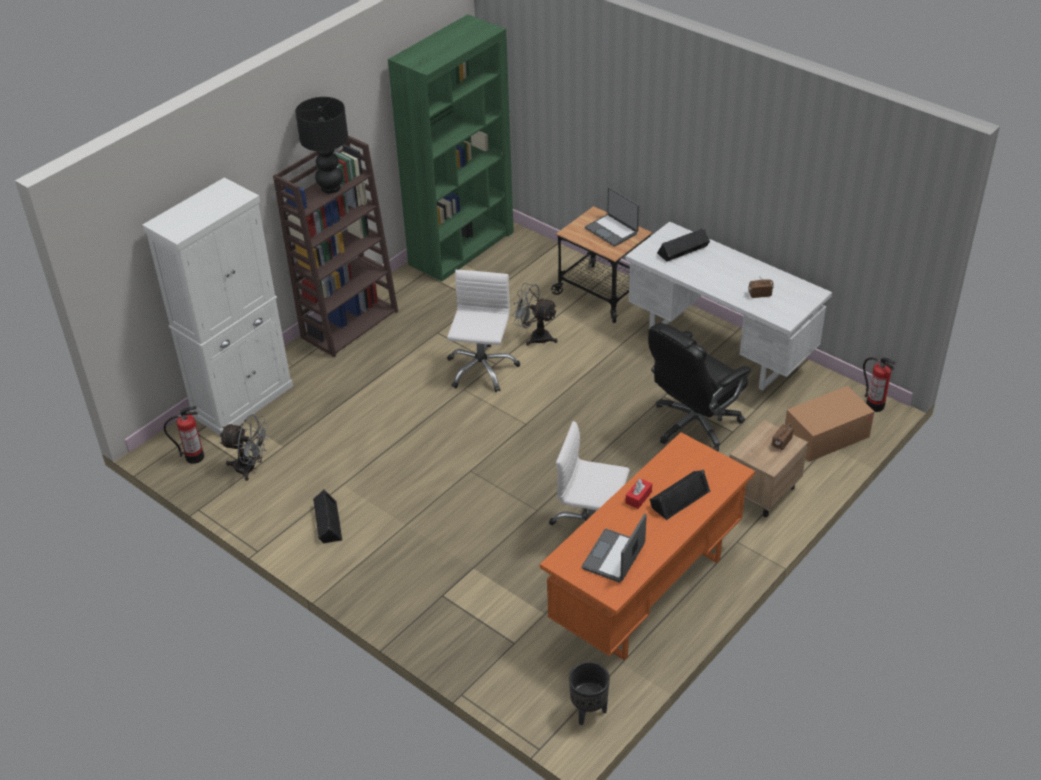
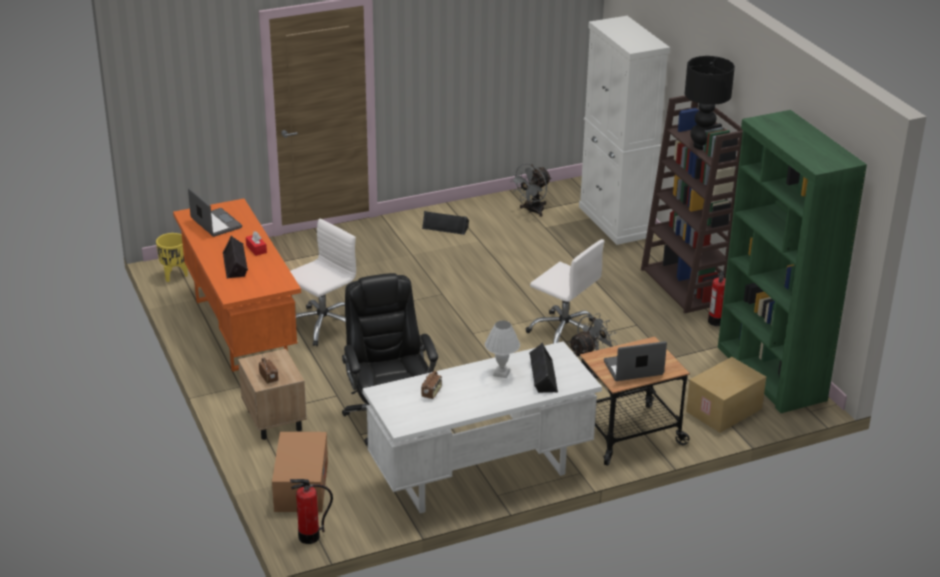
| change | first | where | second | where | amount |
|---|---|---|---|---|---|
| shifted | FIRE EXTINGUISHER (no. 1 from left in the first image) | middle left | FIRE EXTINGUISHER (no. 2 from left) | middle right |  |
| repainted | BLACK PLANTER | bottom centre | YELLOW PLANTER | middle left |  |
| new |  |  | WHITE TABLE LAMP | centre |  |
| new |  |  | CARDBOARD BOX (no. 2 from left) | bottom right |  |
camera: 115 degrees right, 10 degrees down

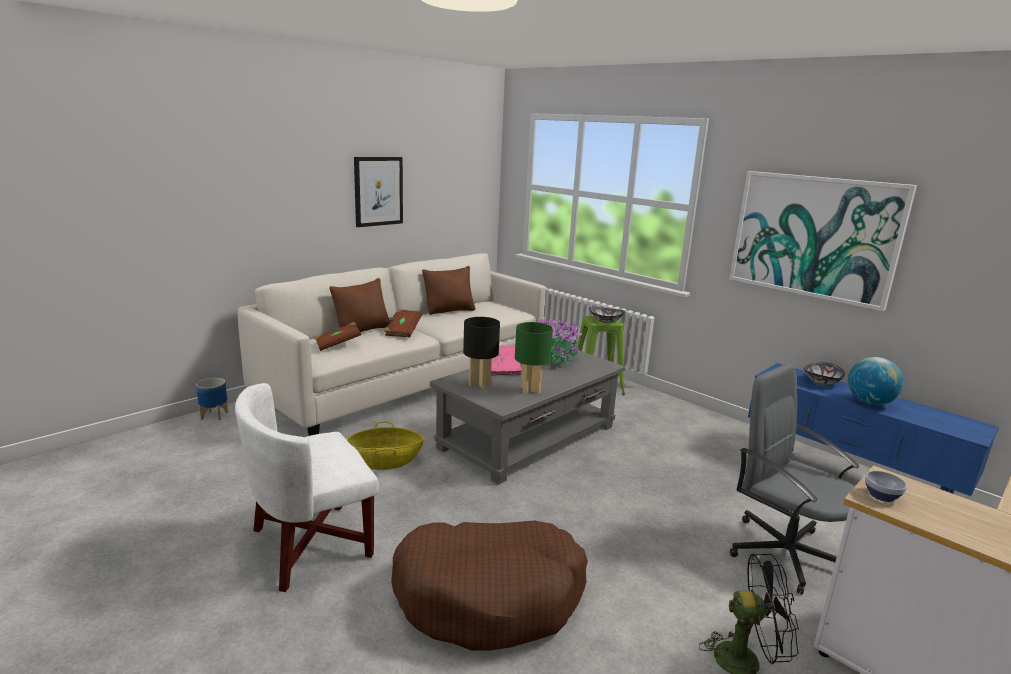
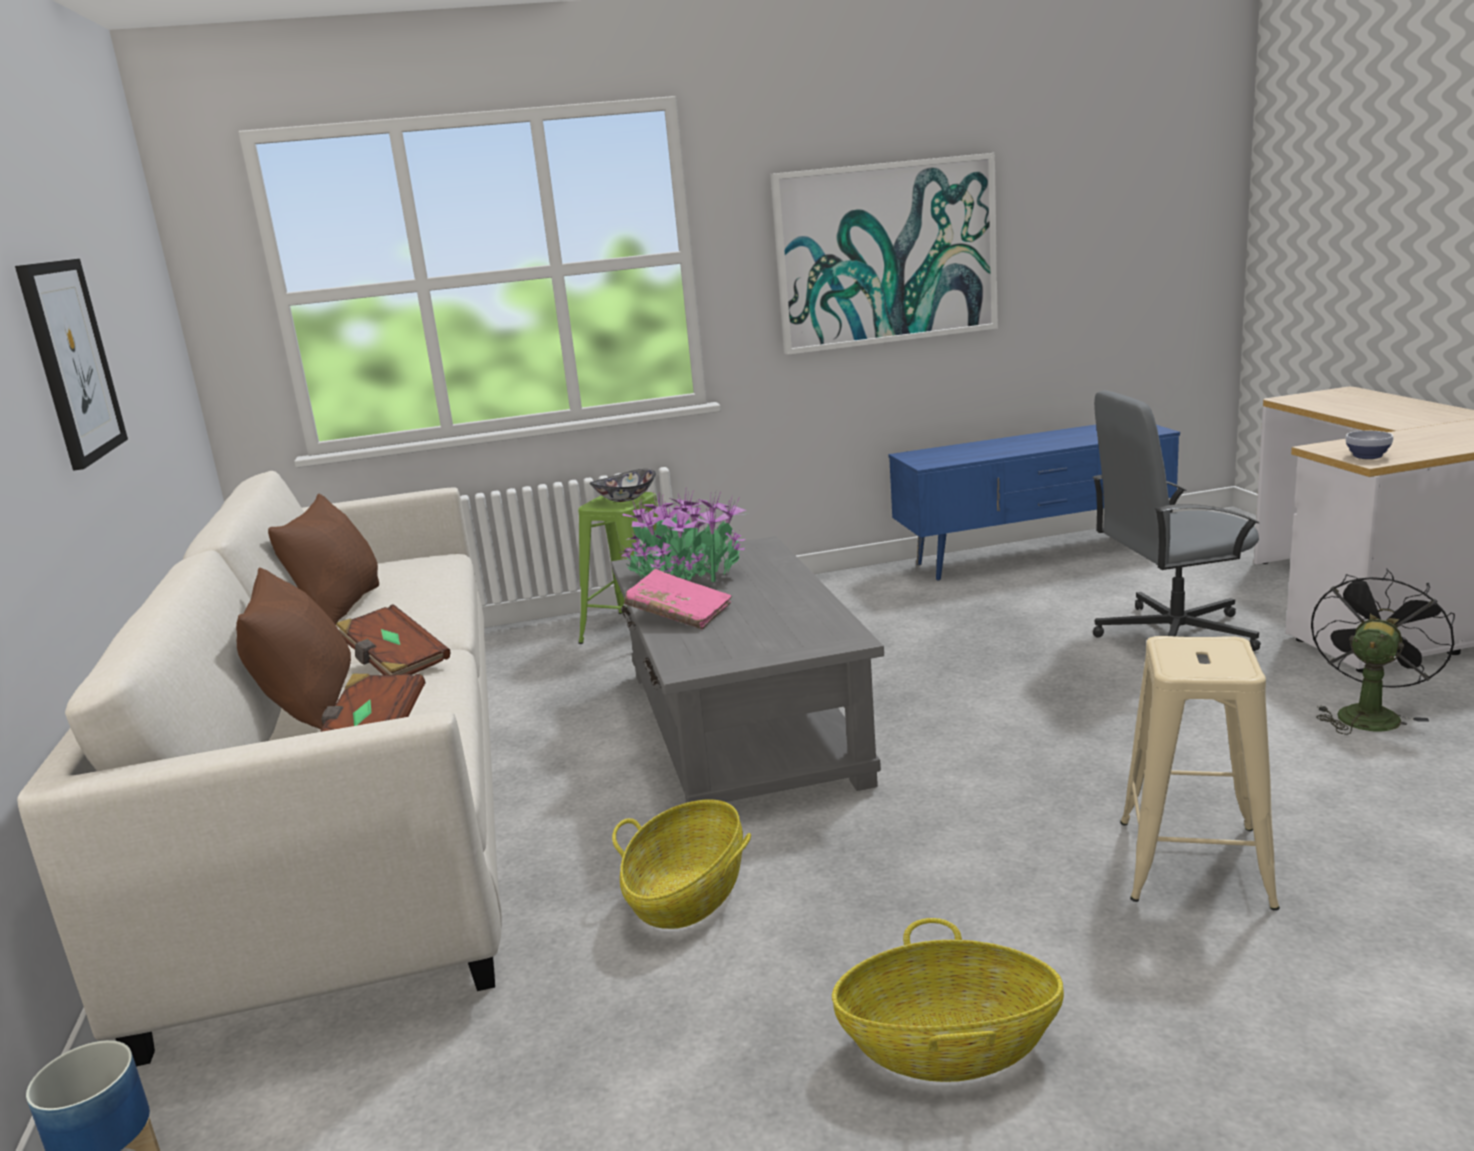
| change | first | where | second | where | amount |
|---|---|---|---|---|---|
| gone | BLACK TABLE LAMP | centre |  |  |  |
| gone | GREEN TABLE LAMP | centre |  |  |  |
| gone | GLOBE | middle right |  |  |  |
| gone | BOWL (no. 2 from left) | middle right |  |  |  |
| swapped | WHITE ARMCHAIR | bottom left | BASKET (no. 2 from left) | bottom centre |  |
| swapped | BROWN DOG BED | bottom centre | BEIGE STOOL | bottom right |  |
camera: 55 degrees left, 0 degrees up

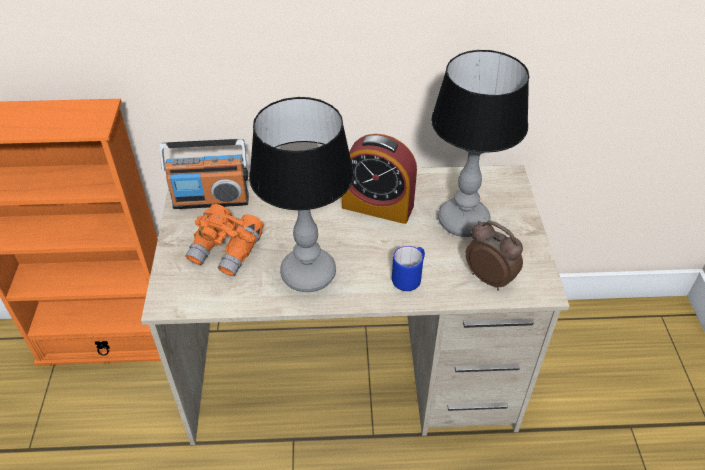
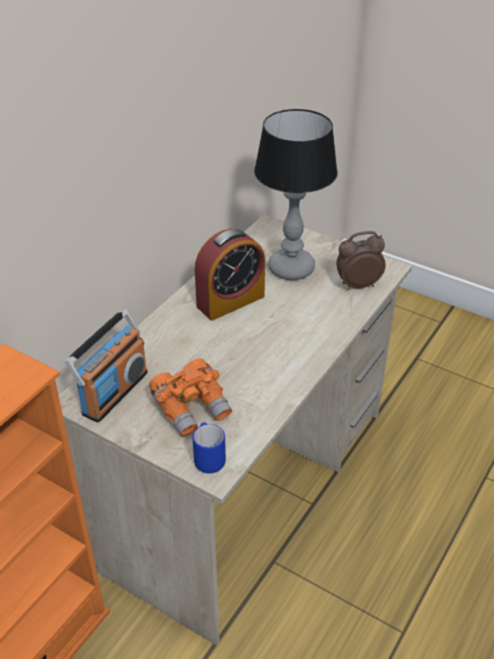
| change | first | where | second | where | amount |
|---|---|---|---|---|---|
| gone | TABLE LAMP (no. 1 from left) | centre |  |  |  |
| shifted | BLUE MUG | centre |  | bottom centre |  |
camera: 55 degrees left, 5 degrees down

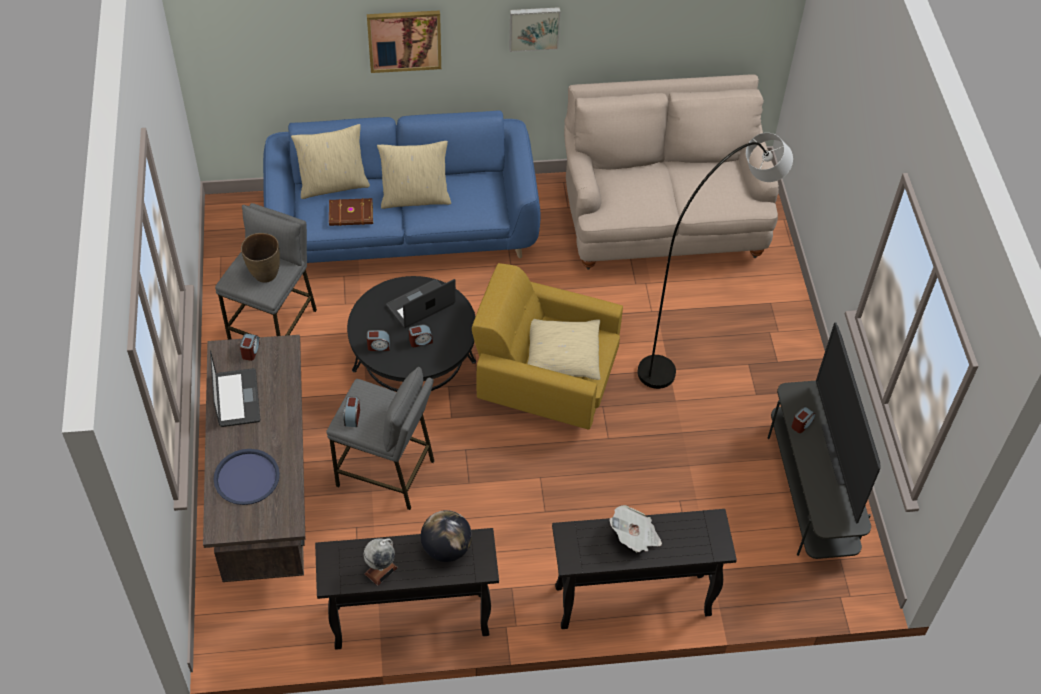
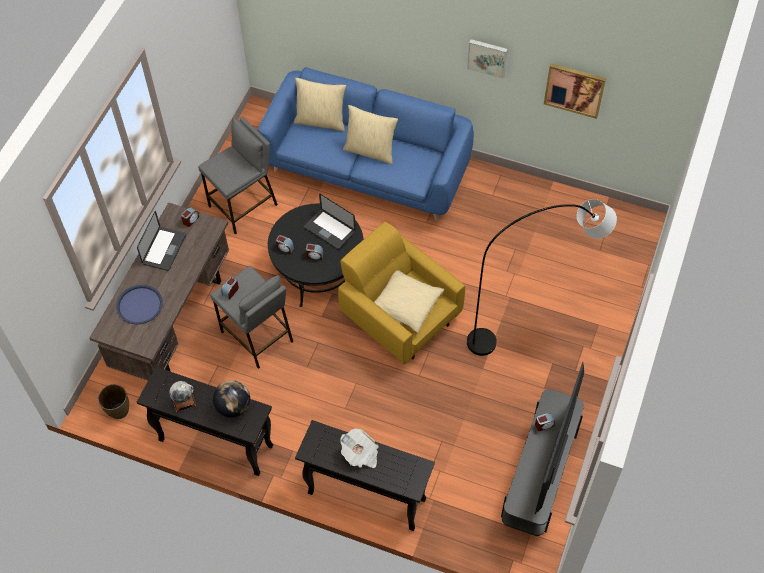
| change | first | where | second | where | amount |
|---|---|---|---|---|---|
| shifted | PICTURE (no. 1 from left in the first image) | top centre | PICTURE (no. 2 from left) | top right |  |
| gone | BEIGE SOFA | top centre |  |  |  |
| gone | BROWN BOOK | top centre |  |  |  |
| shifted | BROWN VASE | middle left |  | bottom left |  |
| rotated | LAPTOP (no. 2 from left) | centre |  | centre | 135 degrees counterclockwise |
camera: 30 degrees right, 5 degrees up

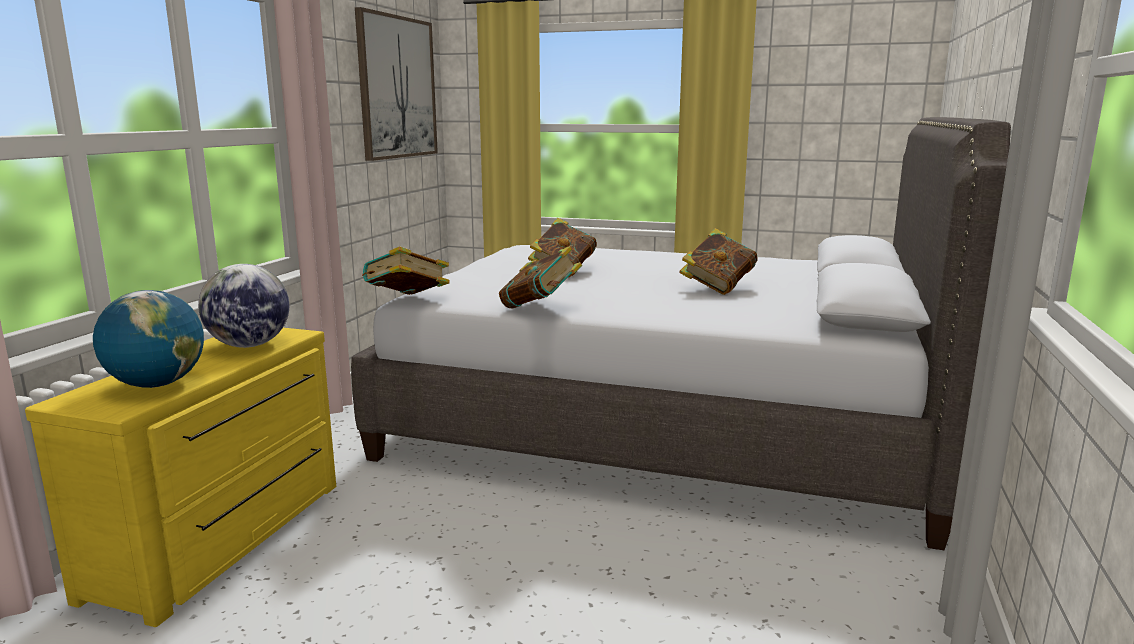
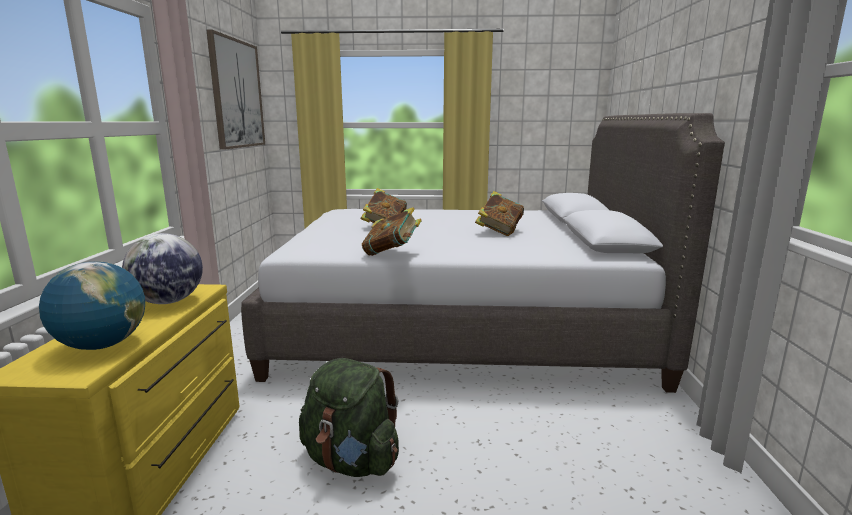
| change | first | where | second | where | amount |
|---|---|---|---|---|---|
| gone | BOOK (no. 1 from left) | centre |  |  |  |
| new |  |  | GREEN BACKPACK | bottom centre |  |
camera: 15 degrees left, 0 degrees up

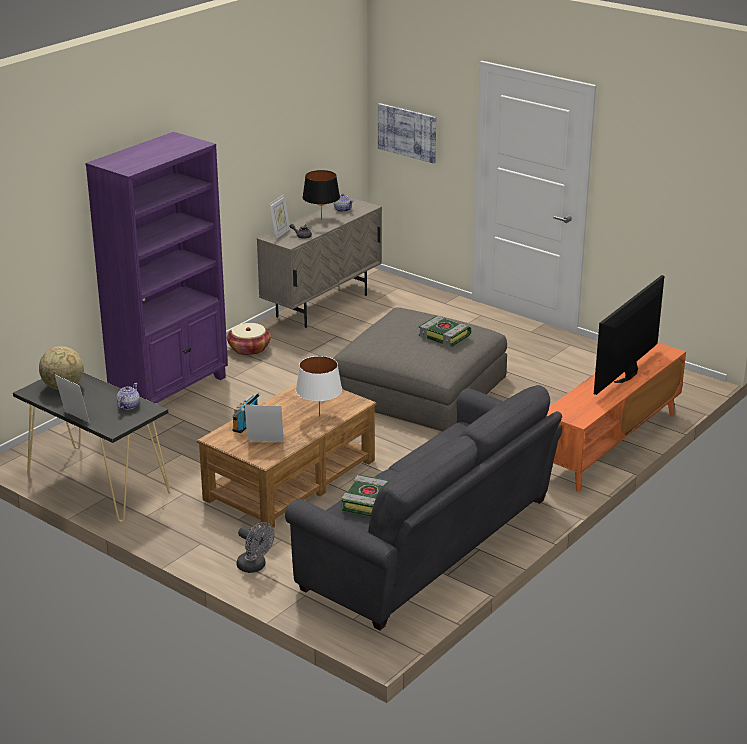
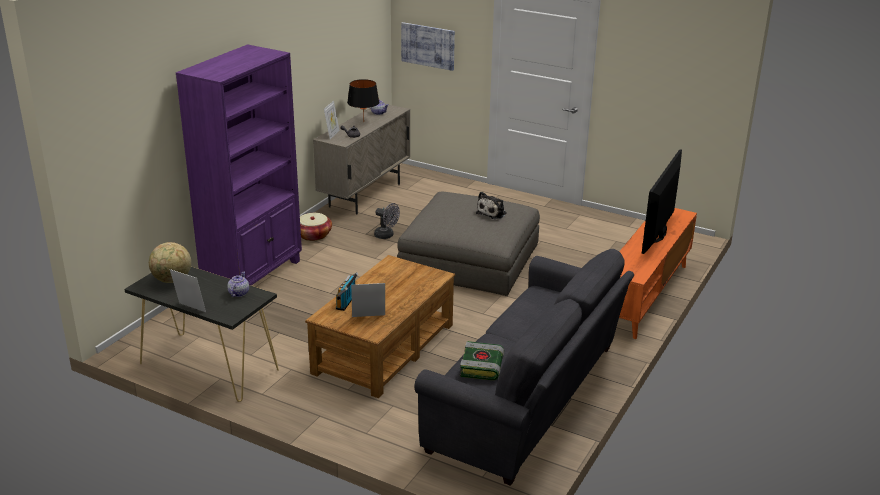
| change | first | where | second | where | amount |
|---|---|---|---|---|---|
| swapped | BOOK (no. 2 from left) | centre | PLUSH TOY | centre |  |
| gone | WHITE TABLE LAMP | centre |  |  |  |
| shifted | GREY FAN | bottom centre |  | centre |  |
camera: 10 degrees left, 0 degrees up

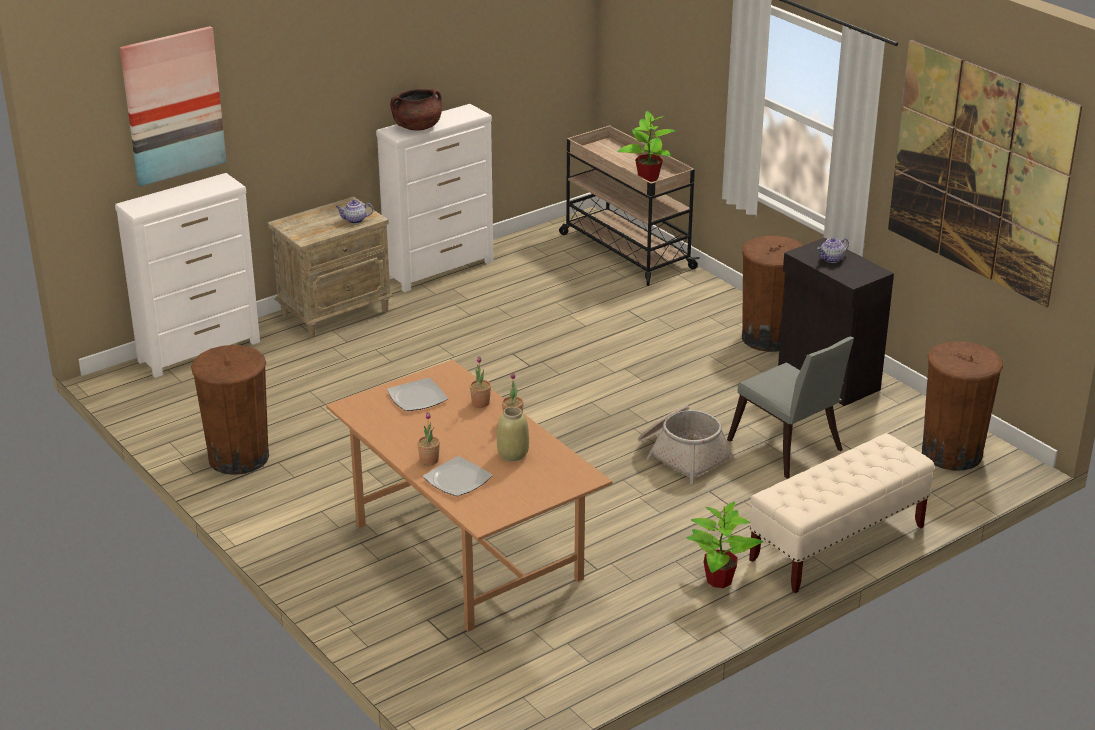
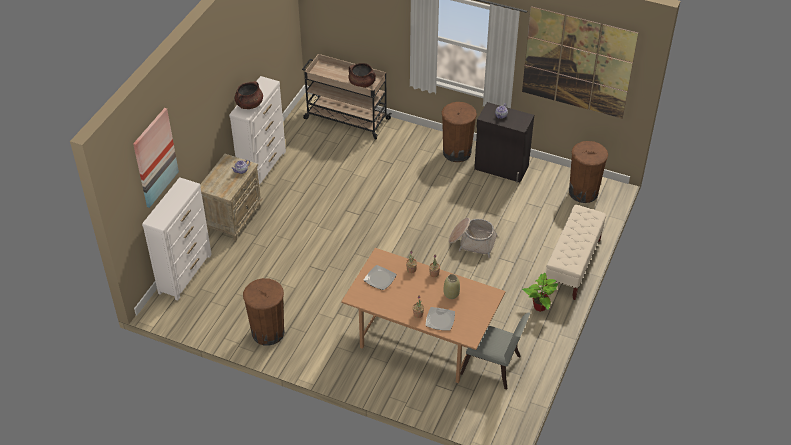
| change | first | where | second | where | amount |
|---|---|---|---|---|---|
| swapped | POTTED PLANT (no. 4 from left) | top centre | BROWN COOKING POT (no. 2 from left) | top centre |  |
| shifted | GREY CHAIR | middle right |  | bottom centre |  |
camera: 30 degrees left, 15 degrees up

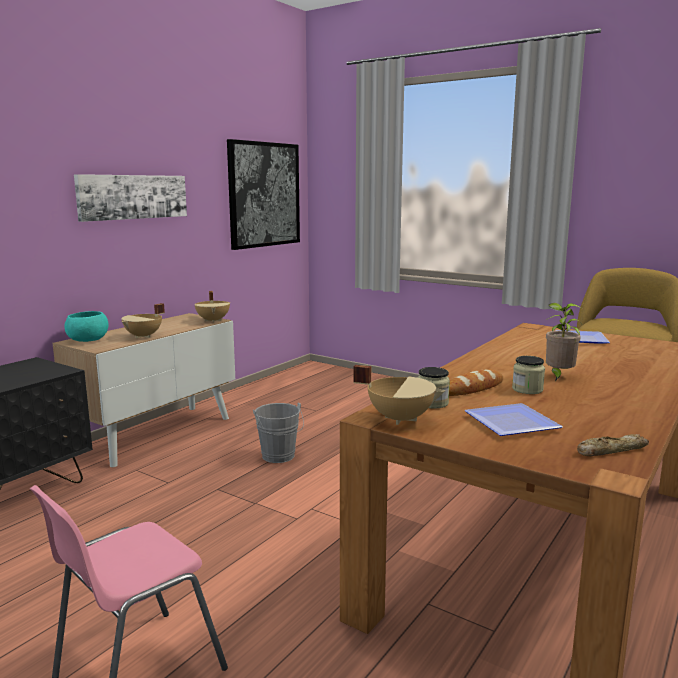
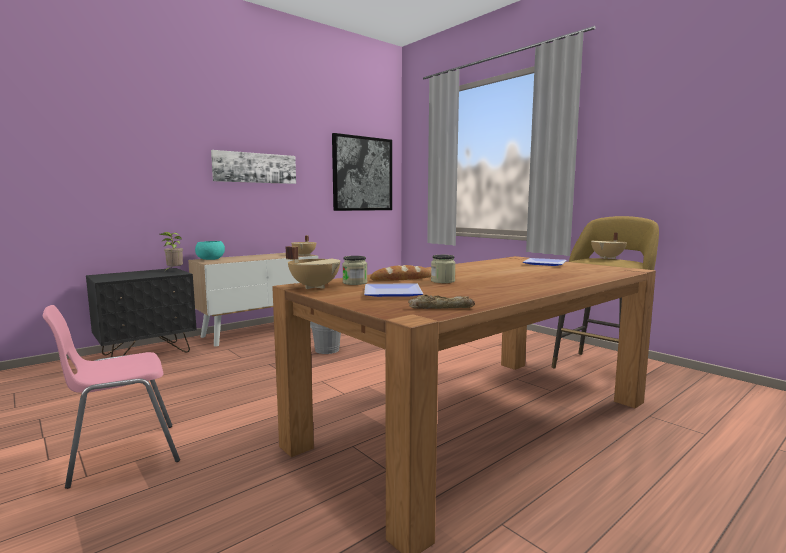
| change | first | where | second | where | amount |
|---|---|---|---|---|---|
| shifted | BEIGE COOKING POT (no. 1 from left in the first image) | middle left | BEIGE COOKING POT (no. 3 from left) | middle right |  |
| shifted | POTTED PLANT | middle right |  | middle left |  |
camera: 15 degrees right, 5 degrees down

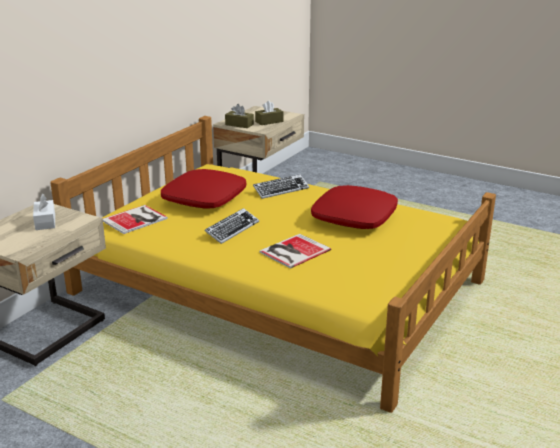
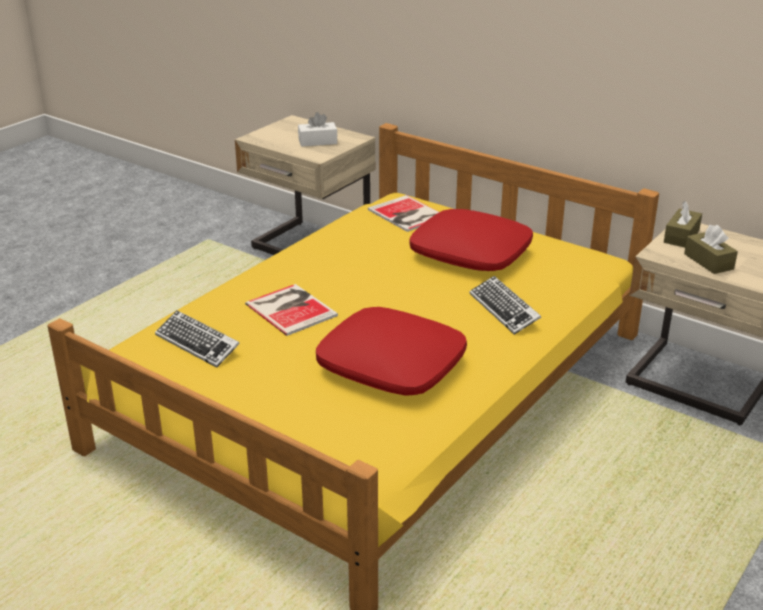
| change | first | where | second | where | amount |
|---|---|---|---|---|---|
| shifted | KEYBOARD (no. 1 from left) | centre |  | middle left |  |
camera: 95 degrees right, 5 degrees up

